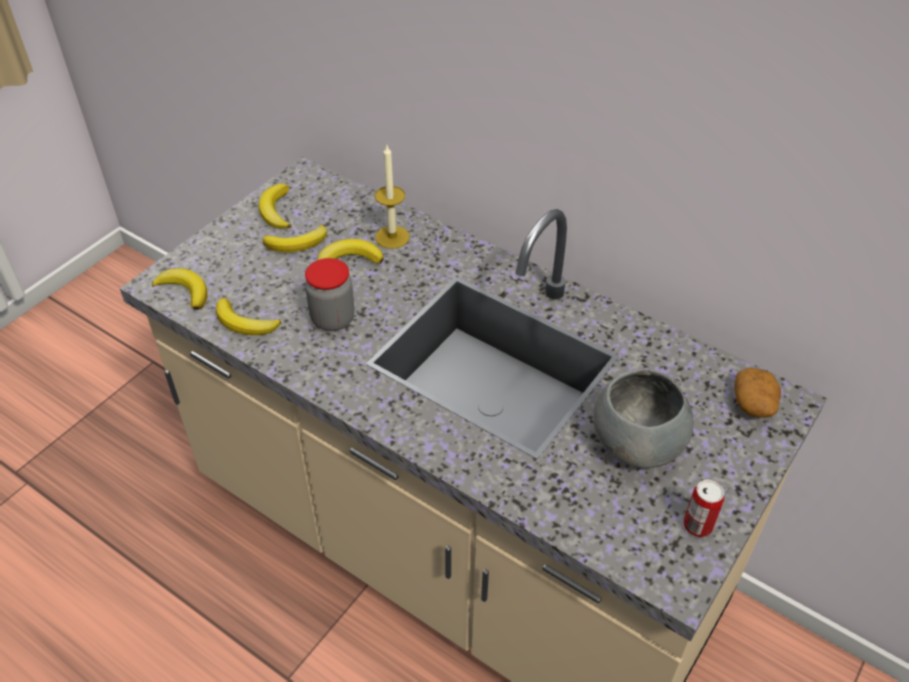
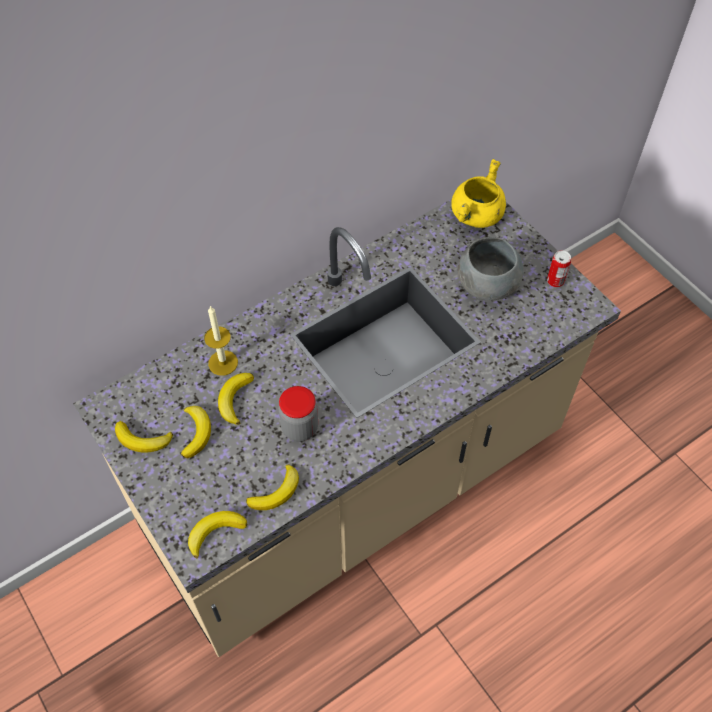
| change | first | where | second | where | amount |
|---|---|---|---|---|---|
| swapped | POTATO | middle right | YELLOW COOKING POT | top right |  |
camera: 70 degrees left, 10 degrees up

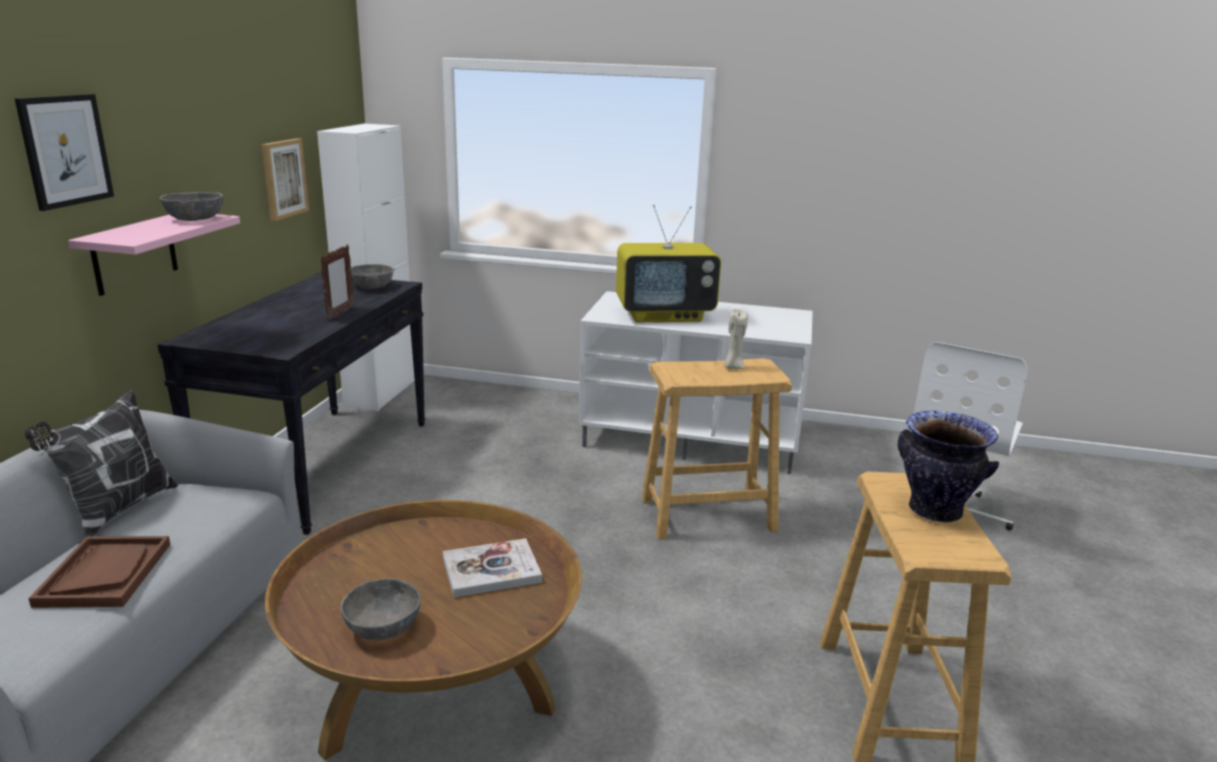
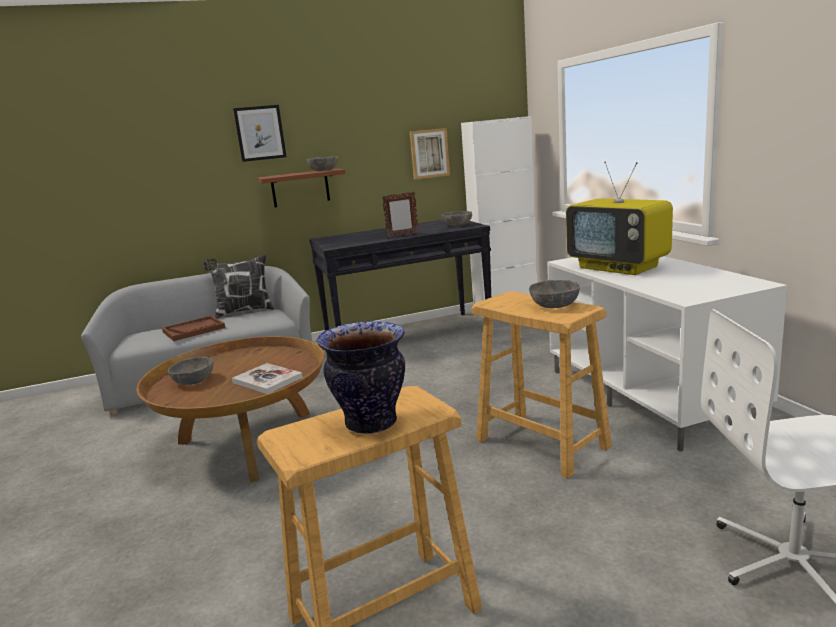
| change | first | where | second | where | amount |
|---|---|---|---|---|---|
| repainted | PINK SHELF | middle left | BROWN SHELF | top centre |  |
| swapped | BEIGE CANDLE | centre | GREY BOWL (no. 4 from left) | centre |  |
camera: 60 degrees right, 5 degrees down

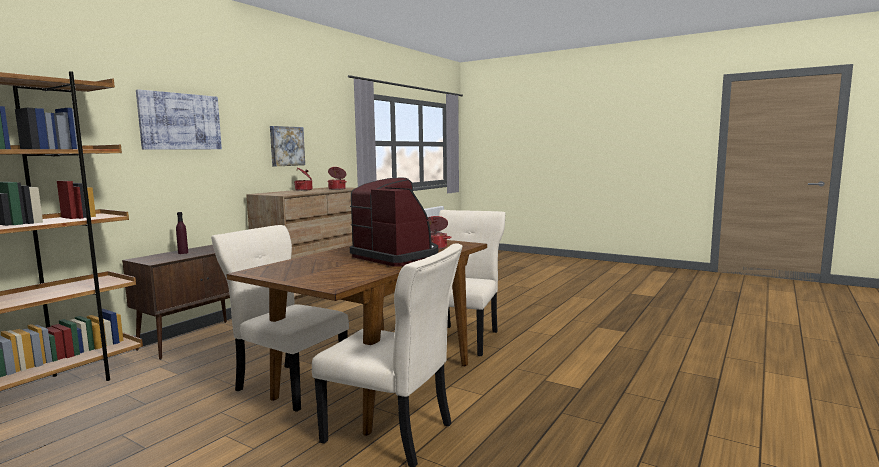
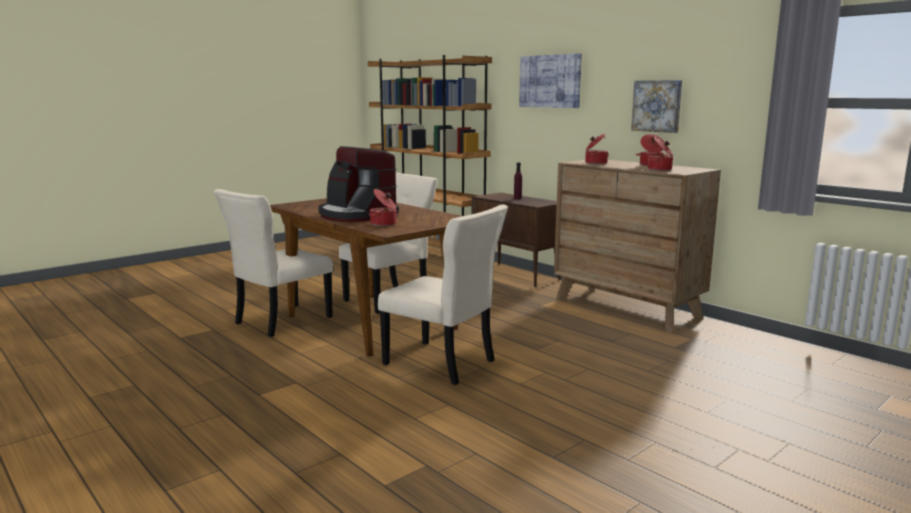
| change | first | where | second | where | amount |
|---|---|---|---|---|---|
| rotated | COFFEE MACHINE | centre |  | centre | 75 degrees clockwise |
| new |  |  | COOKING POT (no. 2 from left) | top centre |  |
camera: 105 degrees right, 5 degrees up

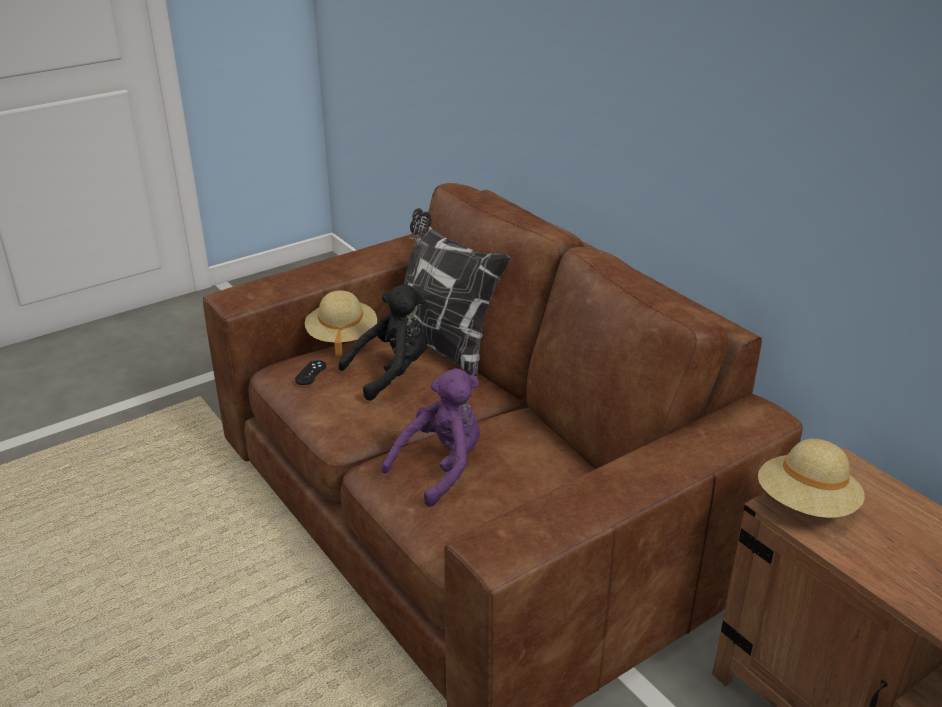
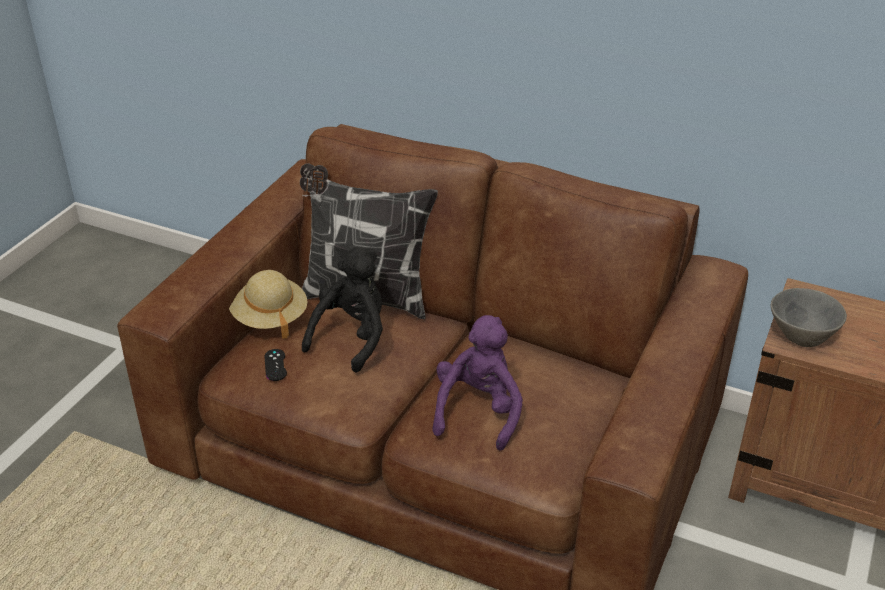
| change | first | where | second | where | amount |
|---|---|---|---|---|---|
| swapped | BEIGE HAT (no. 2 from left) | bottom right | GREY BOWL | middle right |  |
camera: 30 degrees left, 5 degrees up

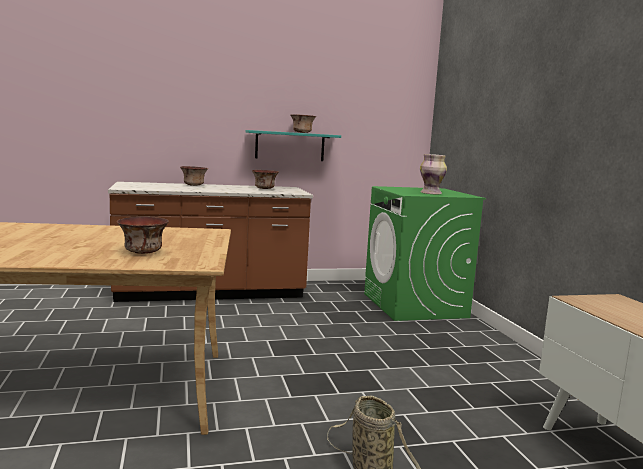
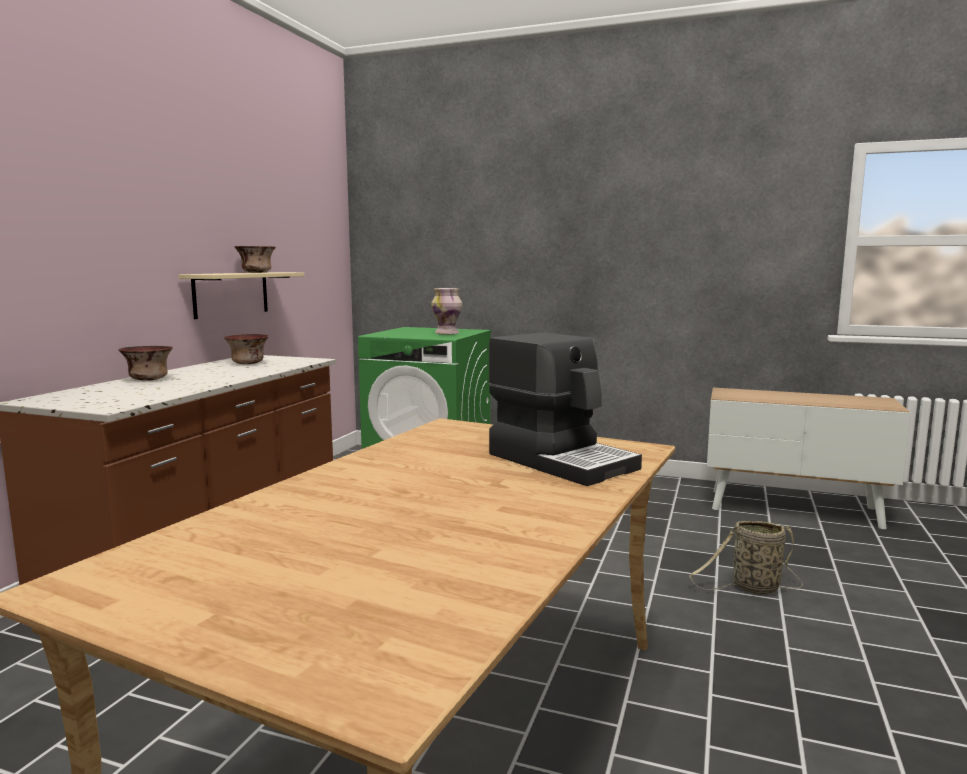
| change | first | where | second | where | amount |
|---|---|---|---|---|---|
| repainted | TURQUOISE SHELF | top centre | BEIGE SHELF | middle left |  |
| swapped | BOWL (no. 1 from left) | middle left | COFFEE MACHINE | centre |  |
camera: 55 degrees left, 0 degrees up

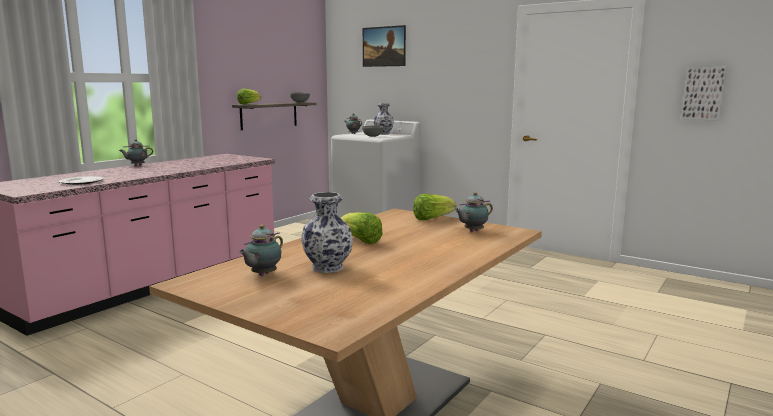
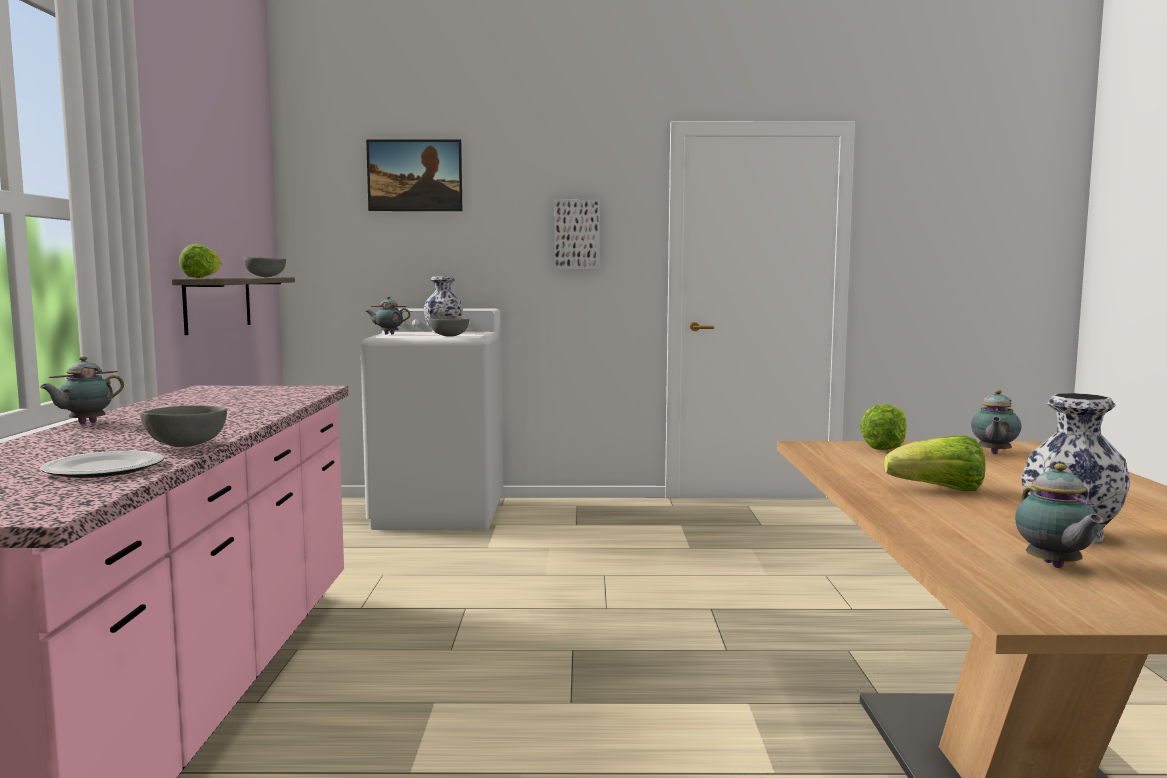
| change | first | where | second | where | amount |
|---|---|---|---|---|---|
| shifted | PICTURE (no. 2 from left) | top right |  | top centre |  |
| new |  |  | GREY BOWL (no. 1 from left) | middle left |  |
camera: 35 degrees left, 5 degrees down

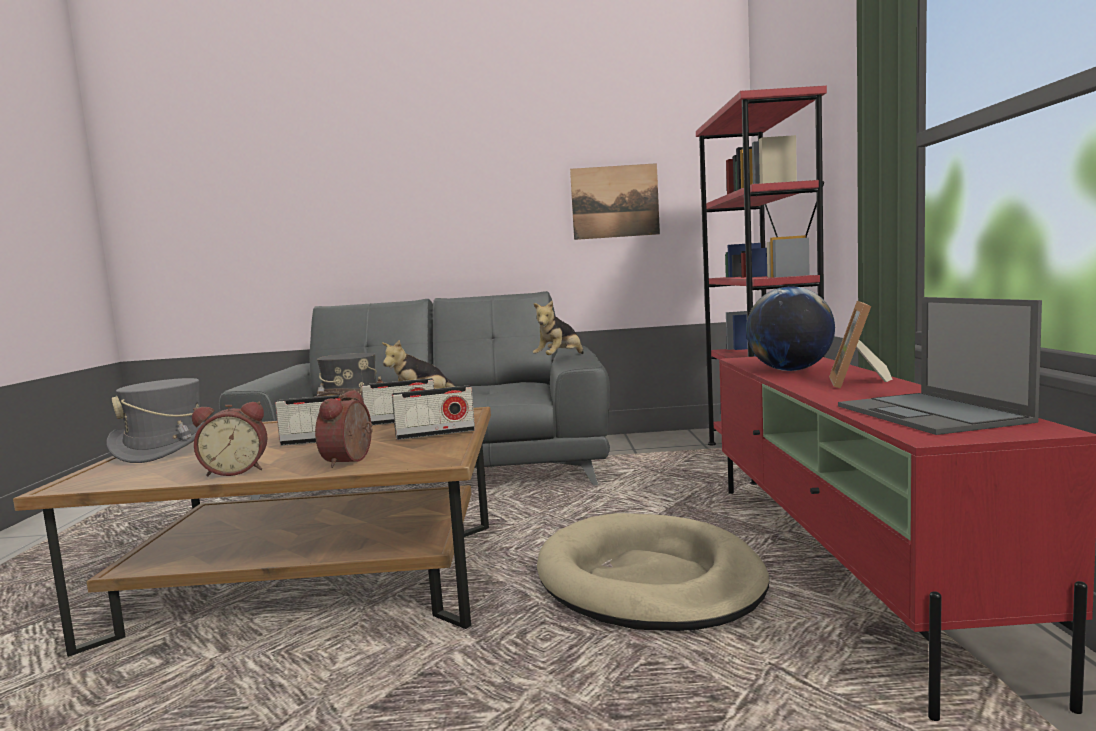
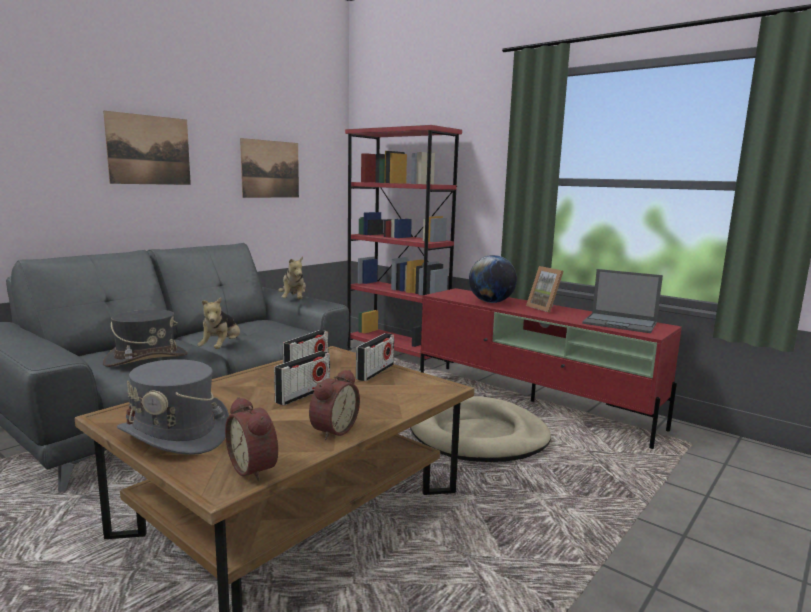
| change | first | where | second | where | amount |
|---|---|---|---|---|---|
| shifted | ALARM CLOCK (no. 2 from left in the first image) | middle left | ALARM CLOCK (no. 1 from left) | bottom left |  |
| new |  |  | PICTURE (no. 1 from left) | top left |  |
camera: 50 degrees left, 5 degrees up

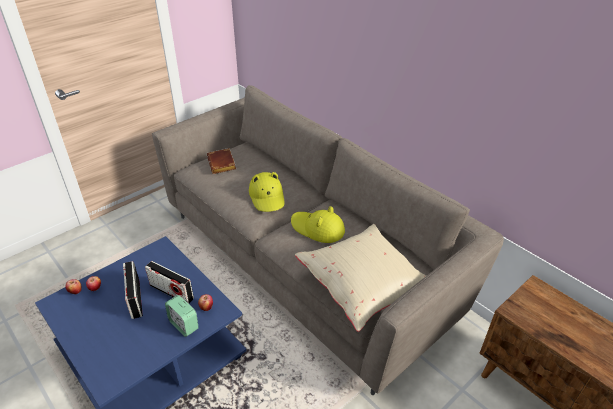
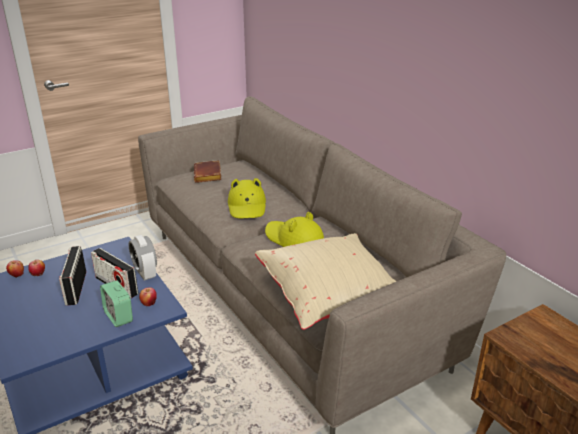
| change | first | where | second | where | amount |
|---|---|---|---|---|---|
| new |  |  | ALARM CLOCK (no. 2 from left) | middle left |  |
camera: 10 degrees right, 10 degrees down

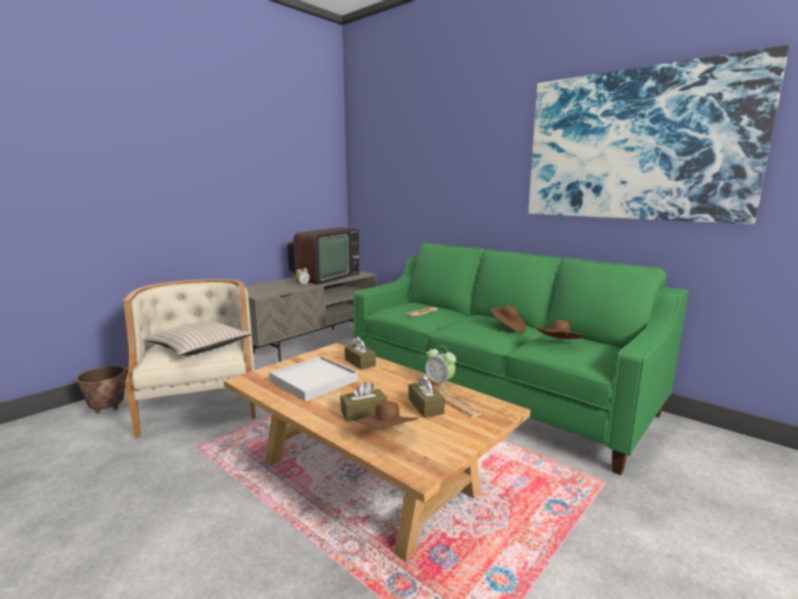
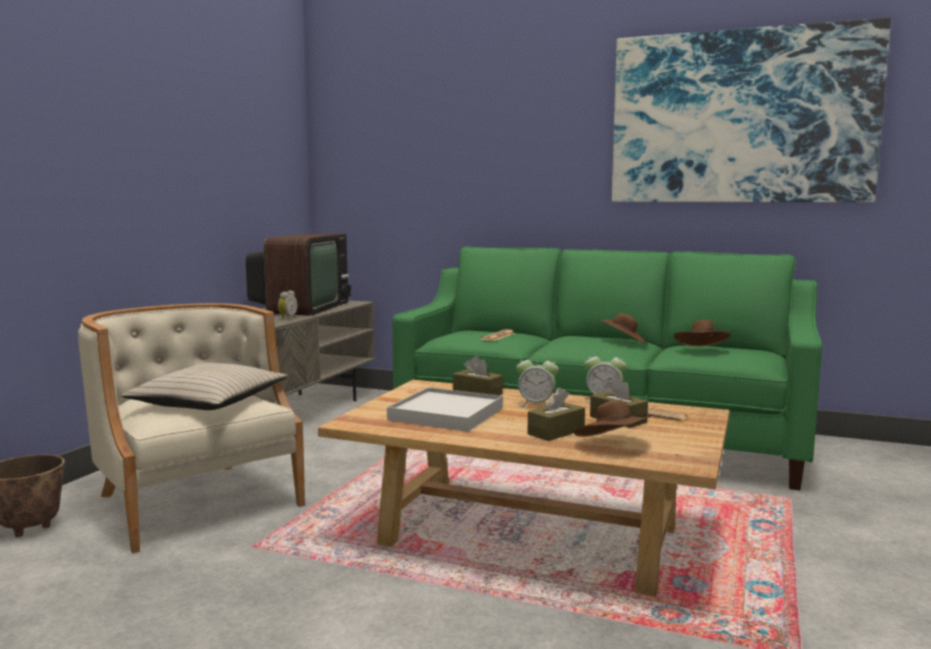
| change | first | where | second | where | amount |
|---|---|---|---|---|---|
| new |  |  | ALARM CLOCK (no. 2 from left) | centre |  |
camera: 20 degrees left, 5 degrees down

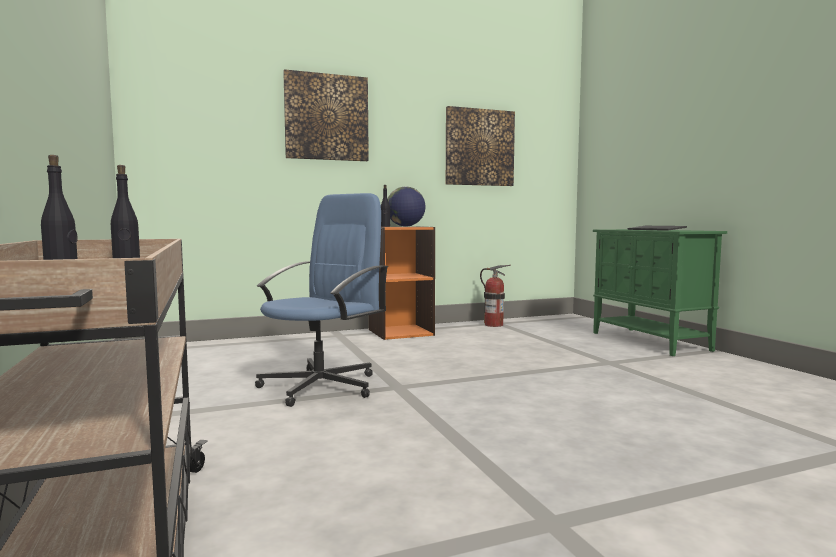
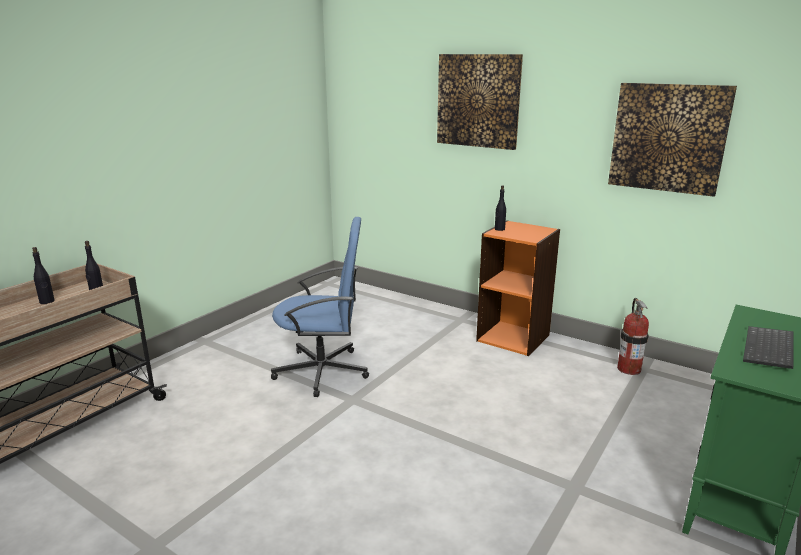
| change | first | where | second | where | amount |
|---|---|---|---|---|---|
| gone | GLOBE | centre |  |  |  |
camera: 55 degrees right, 15 degrees up

